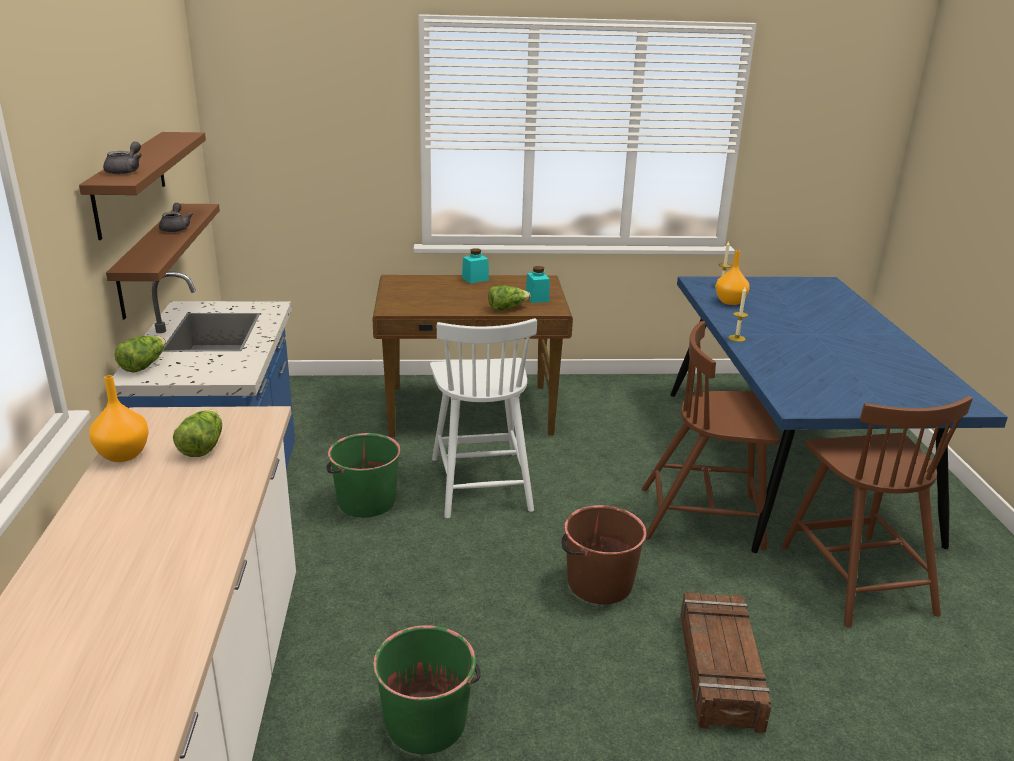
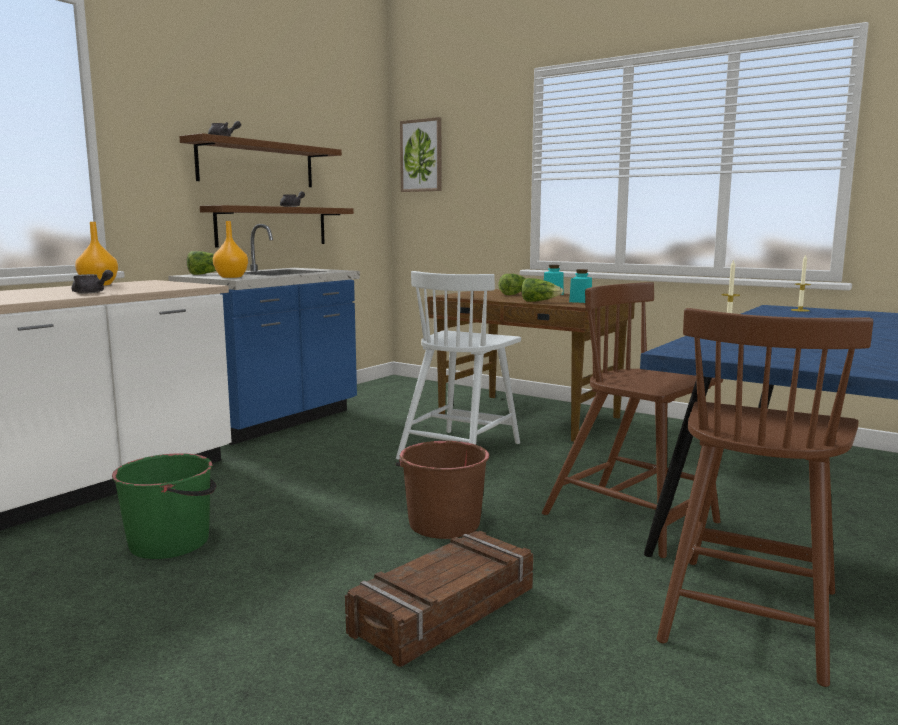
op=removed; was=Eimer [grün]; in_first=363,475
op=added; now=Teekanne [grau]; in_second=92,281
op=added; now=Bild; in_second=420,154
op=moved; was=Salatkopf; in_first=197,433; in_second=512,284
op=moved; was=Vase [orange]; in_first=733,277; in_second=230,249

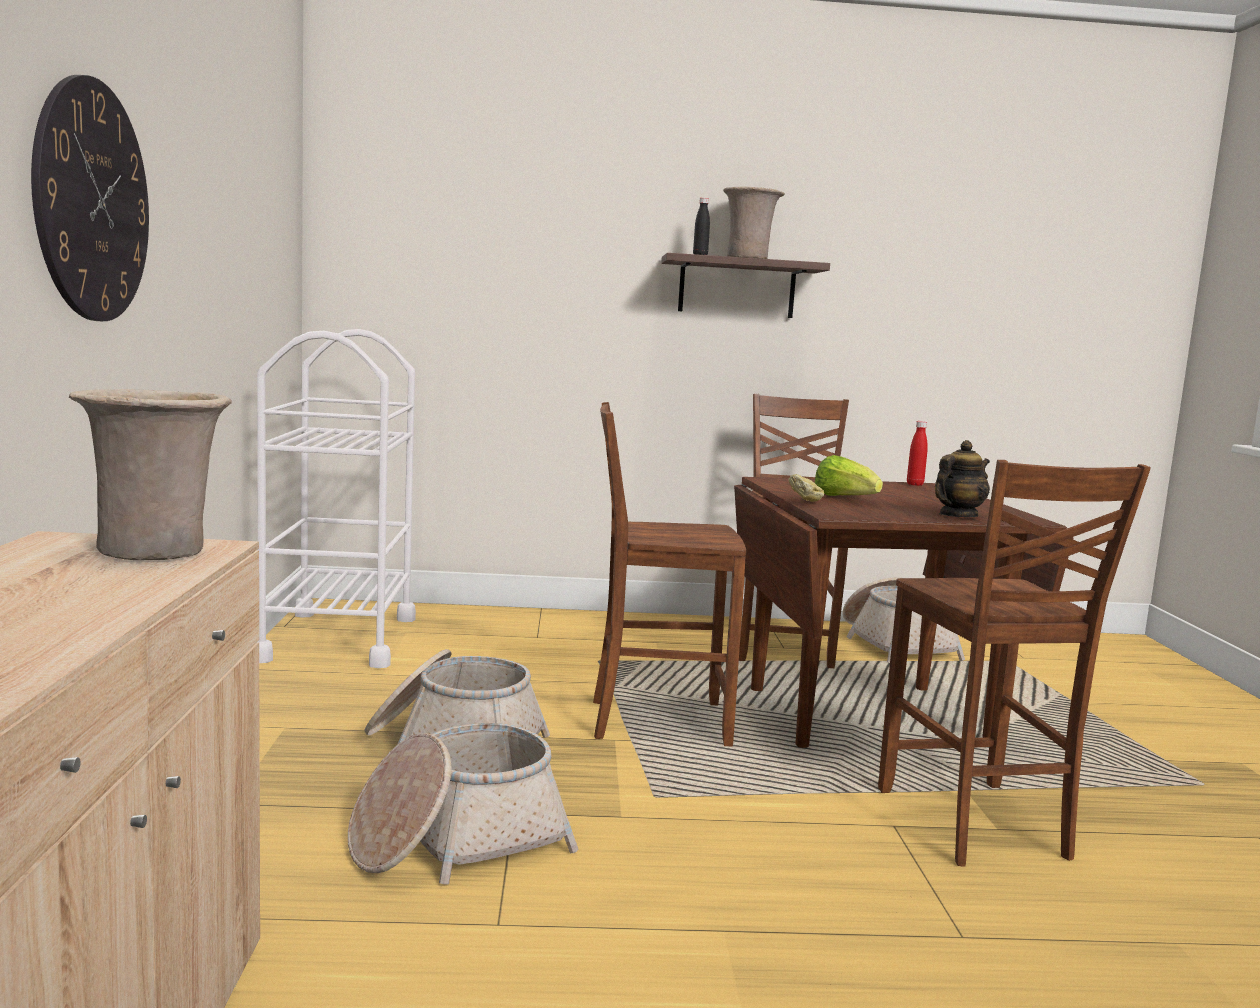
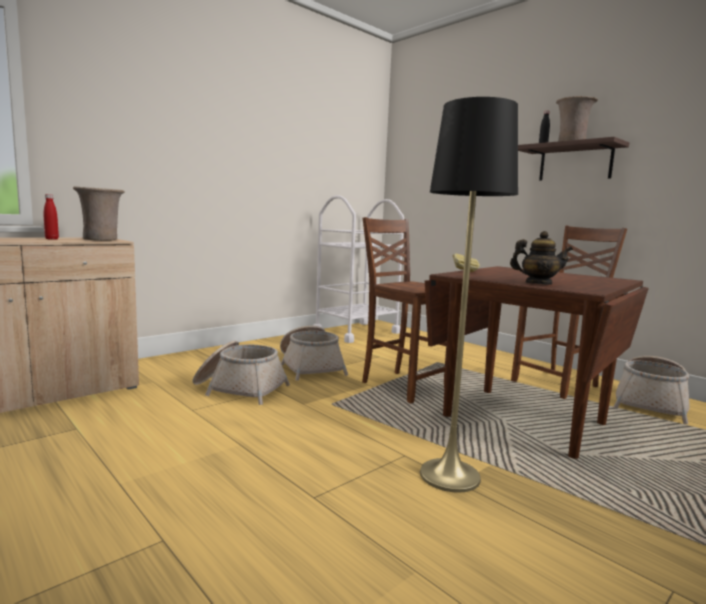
op=removed; was=Wanduhr; in_first=90,198
op=removed; was=Salatkopf; in_first=849,475
op=moved; was=Flasche [rot]; in_first=917,453; in_second=51,216
op=replaced; was=Stuhl [braun]; now=Stehlampe [schwarz]; in_first=1014,663; in_second=469,294

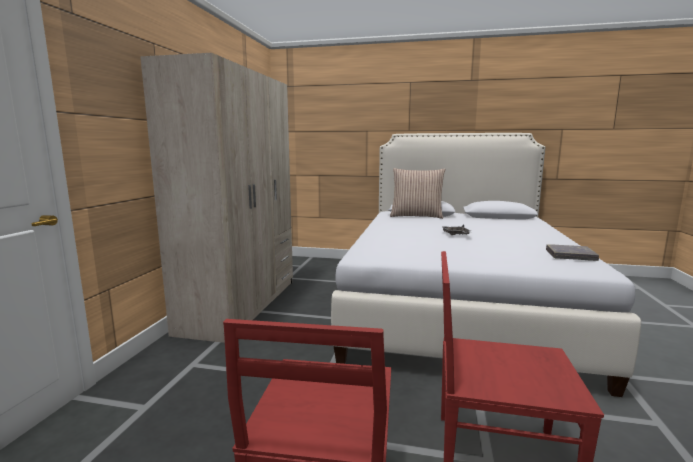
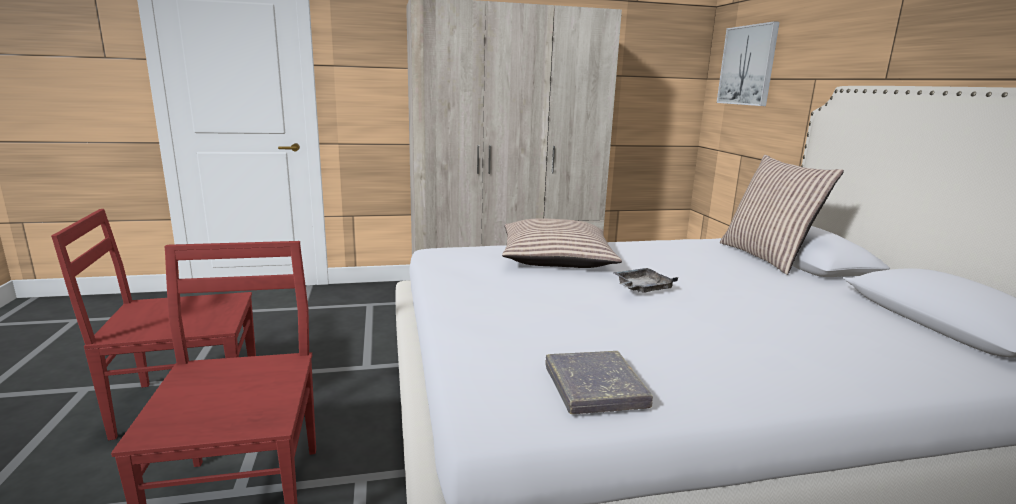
op=added; now=Kissen; in_second=562,243
op=added; now=Bild; in_second=748,63

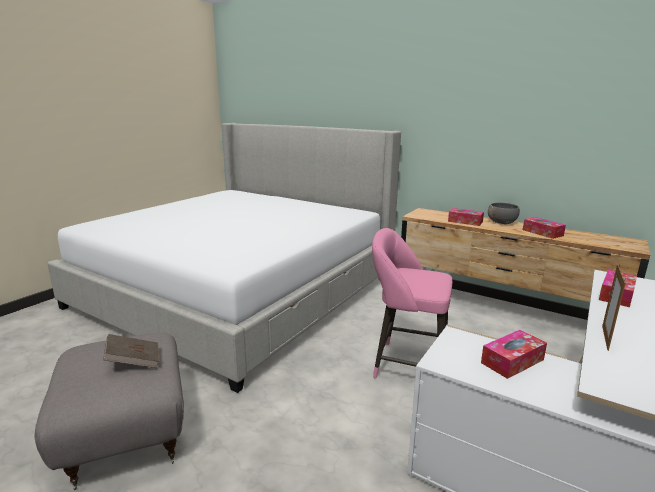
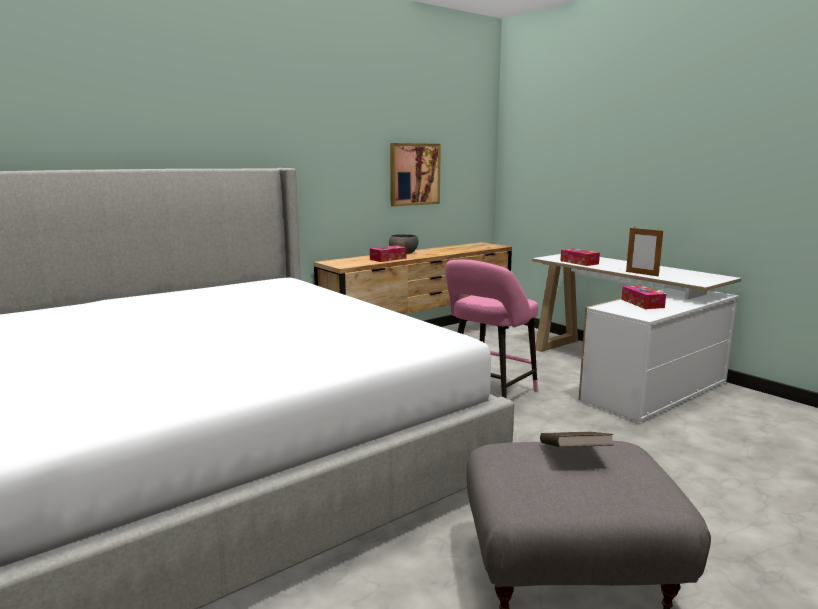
op=removed; was=Taschentuchbox; in_first=544,228
op=added; now=Bild; in_second=415,175

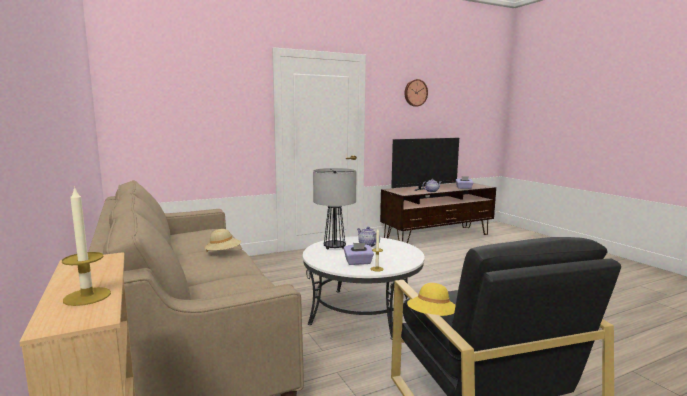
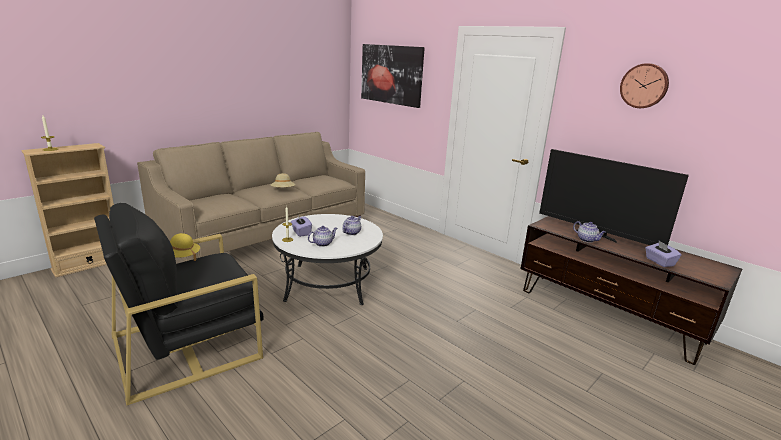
op=removed; was=Tischlampe; in_first=335,208
op=added; now=Teekanne; in_second=322,236
op=added; now=Bild; in_second=393,76

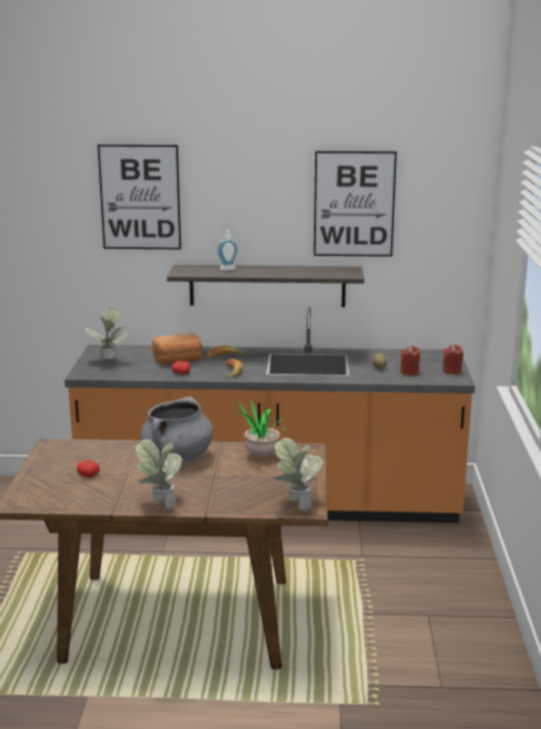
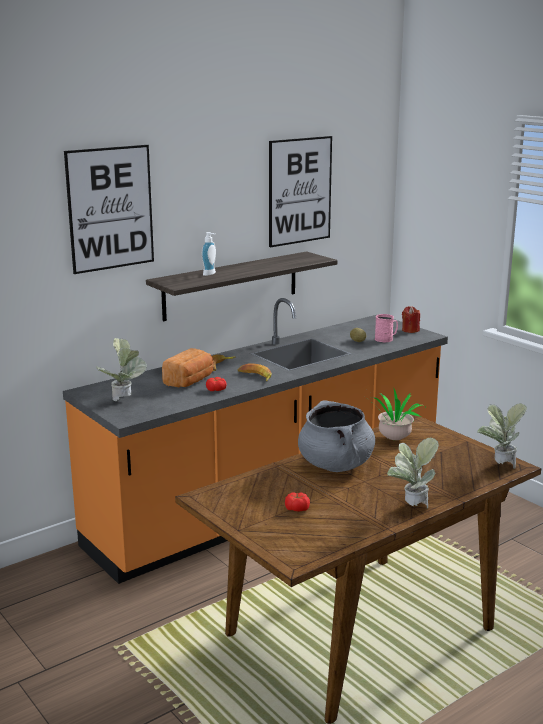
op=replaced; was=Kerze [rot]; now=Henkelbecher [rosa]; in_first=410,360; in_second=386,328

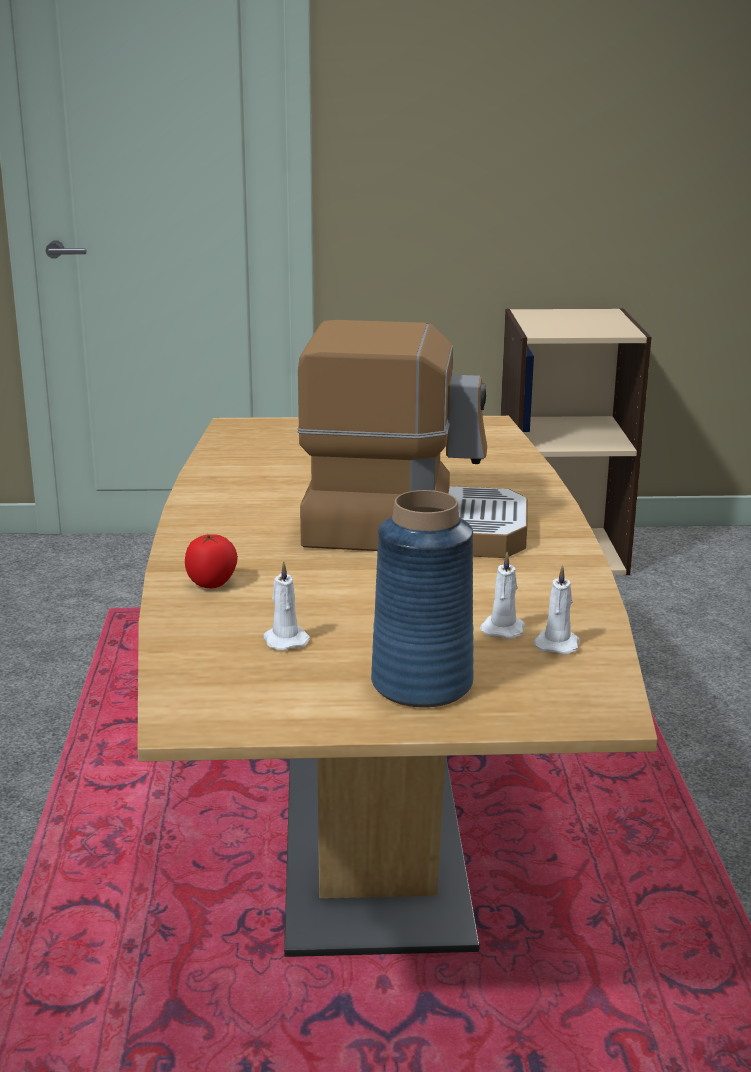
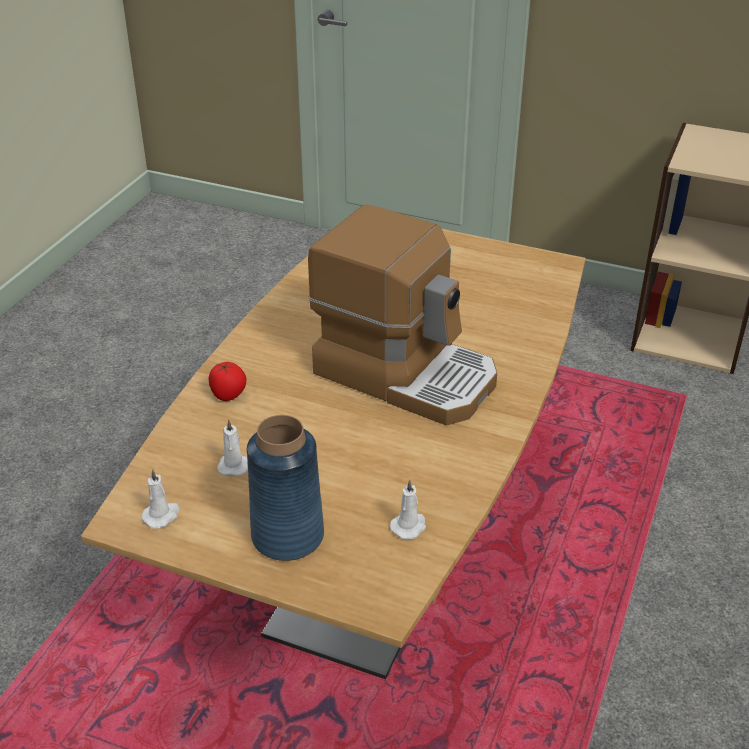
op=moved; was=Kerze [weiß]; in_first=502,595; in_second=161,499

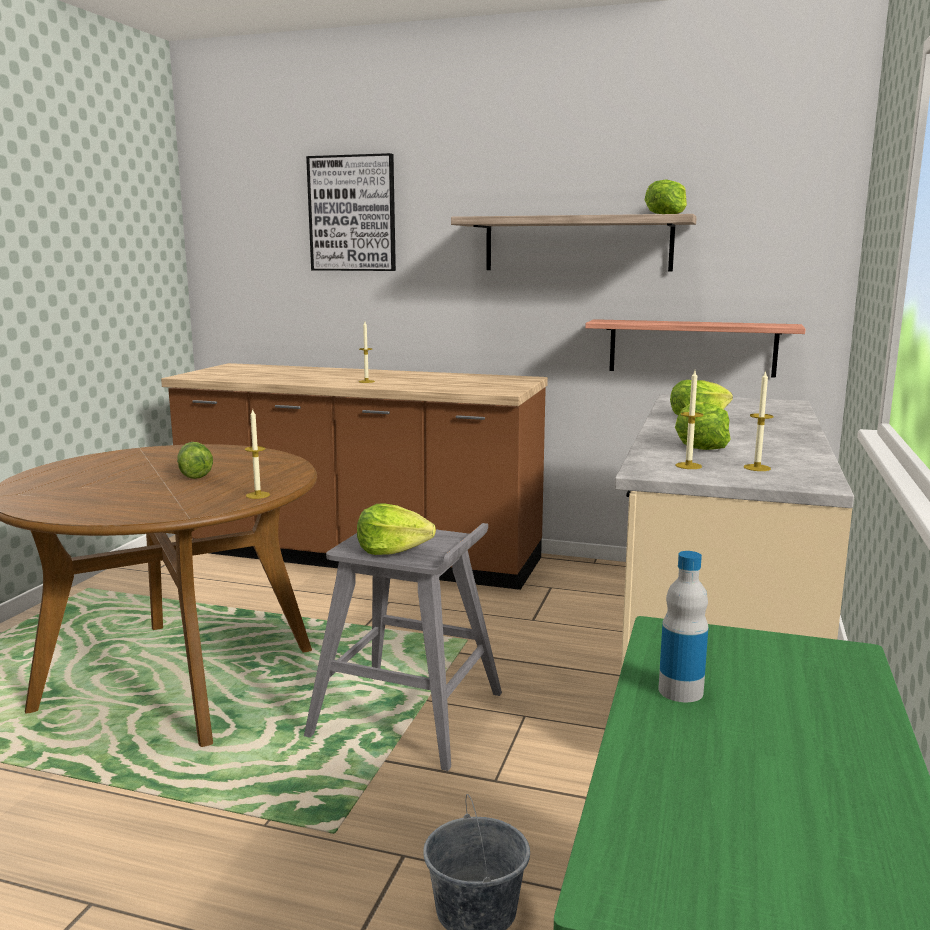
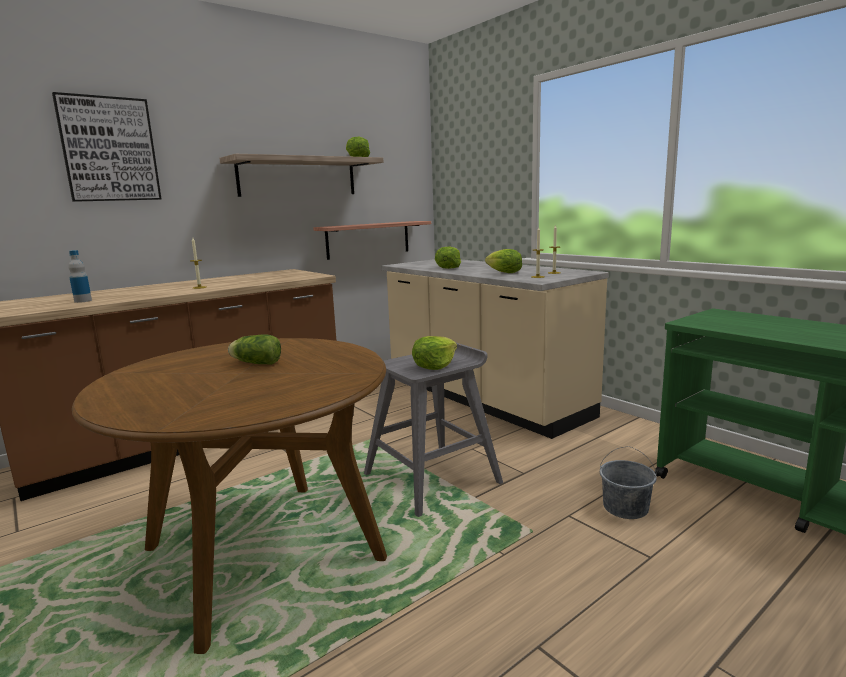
op=removed; was=Kerze; in_first=257,453
op=moved; was=Flasche; in_first=683,626; in_second=80,276

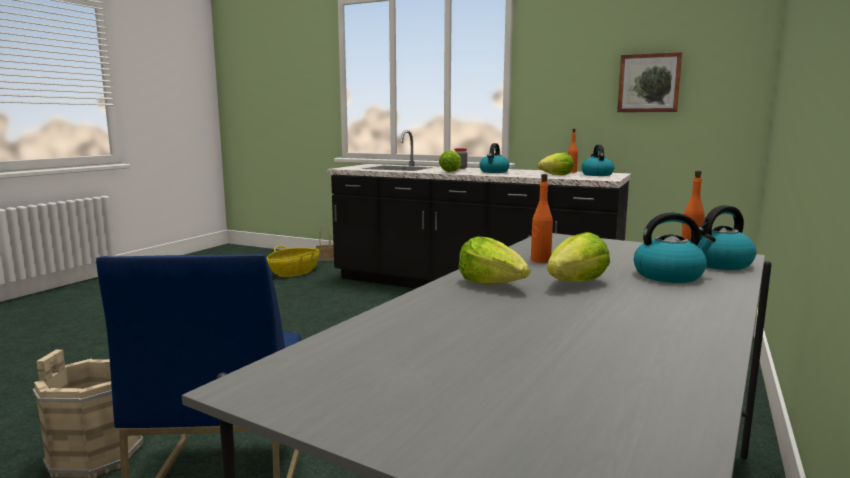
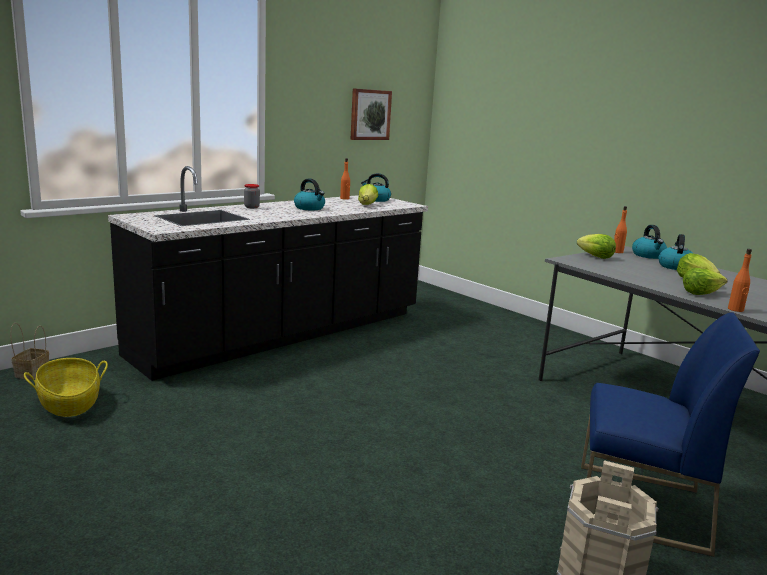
op=moved; was=Salatkopf; in_first=450,161; in_second=596,246
op=moved; was=Flasche [orange]; in_first=542,218; in_second=740,280

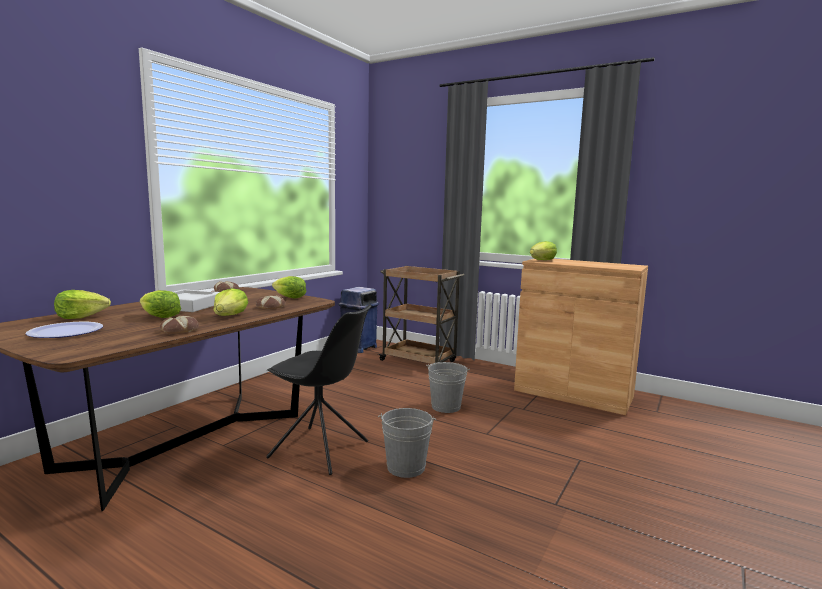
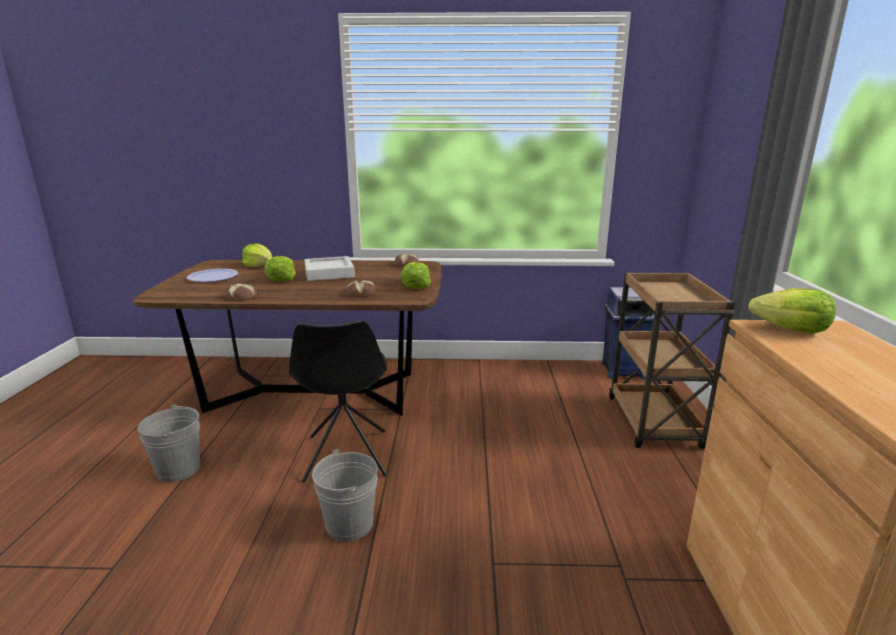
op=removed; was=Salatkopf; in_first=231,302
op=moved; was=Eimer [grau]; in_first=448,387; in_second=169,443

